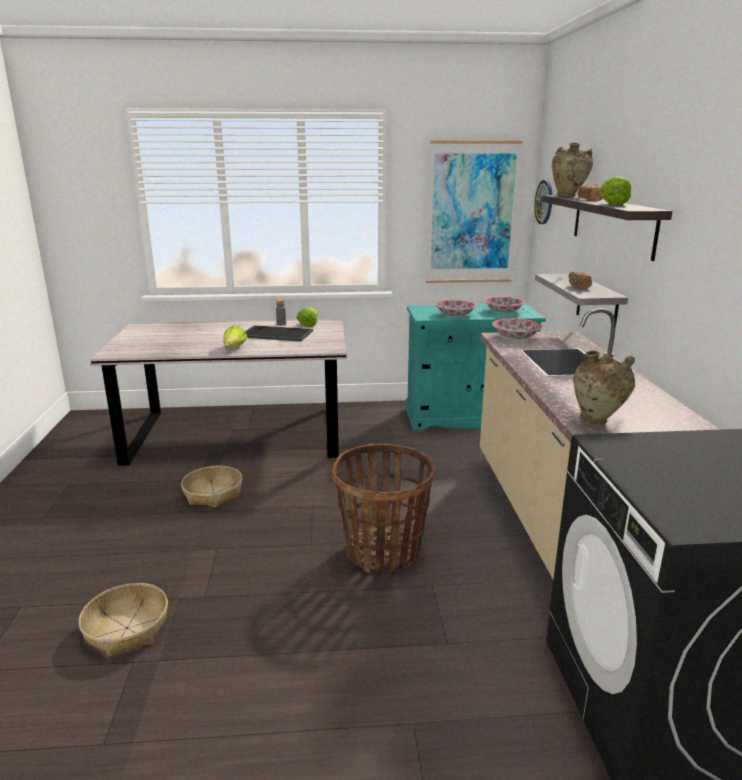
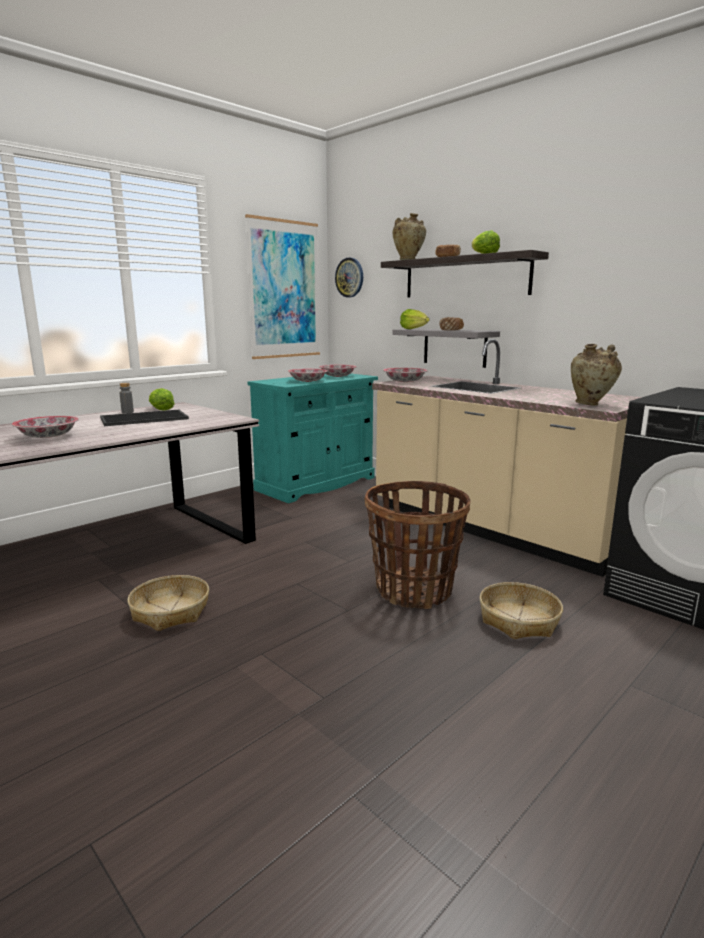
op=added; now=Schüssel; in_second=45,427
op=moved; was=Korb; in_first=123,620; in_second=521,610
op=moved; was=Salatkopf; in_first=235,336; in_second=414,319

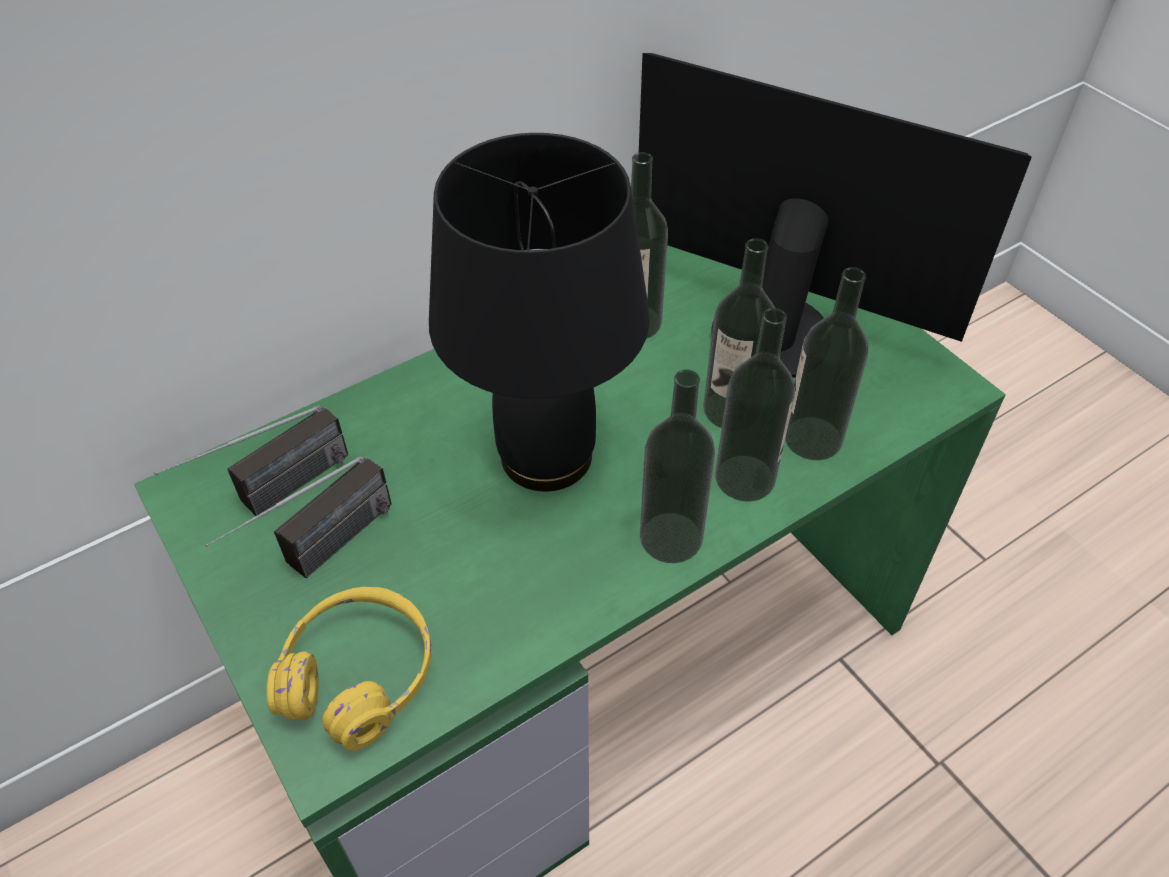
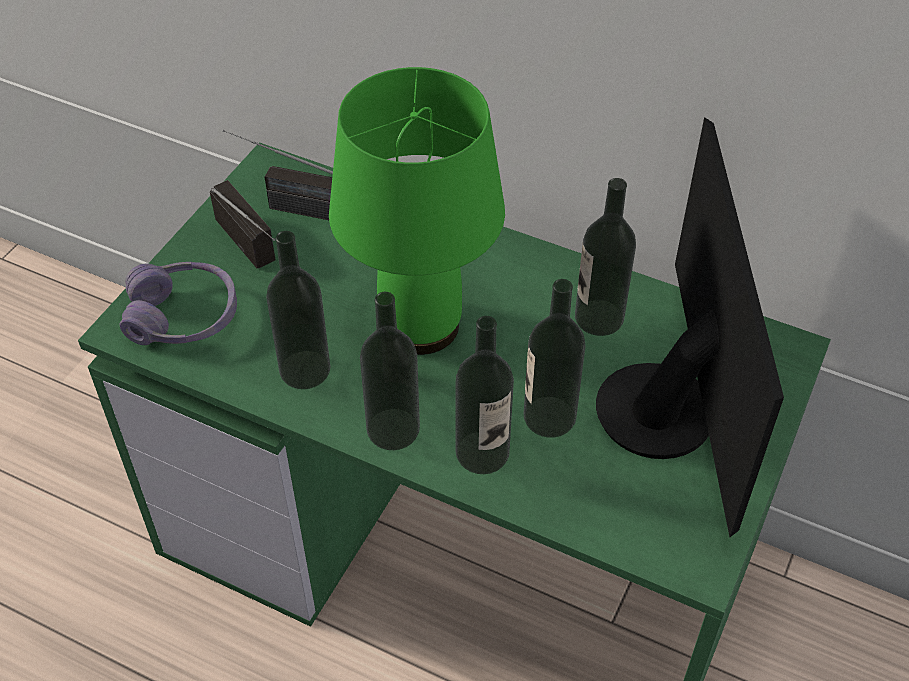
op=moved; was=Flasche; in_first=827,363; in_second=298,310
op=recoloured; was=Kopfhörer [gelb]; now=Kopfhörer [lila]; in_first=349,669; in_second=178,303
op=recoloured; was=Tischlampe [schwarz]; now=Tischlampe [grün]; in_first=539,312; in_second=417,211
op=turned; was=Radio; in_first=298,517; in_second=242,224; clockwise=-135

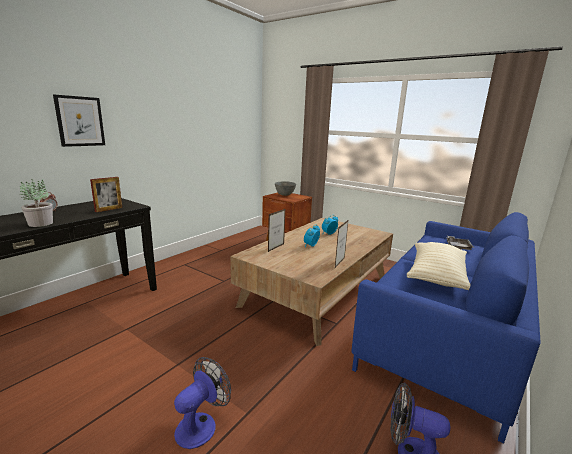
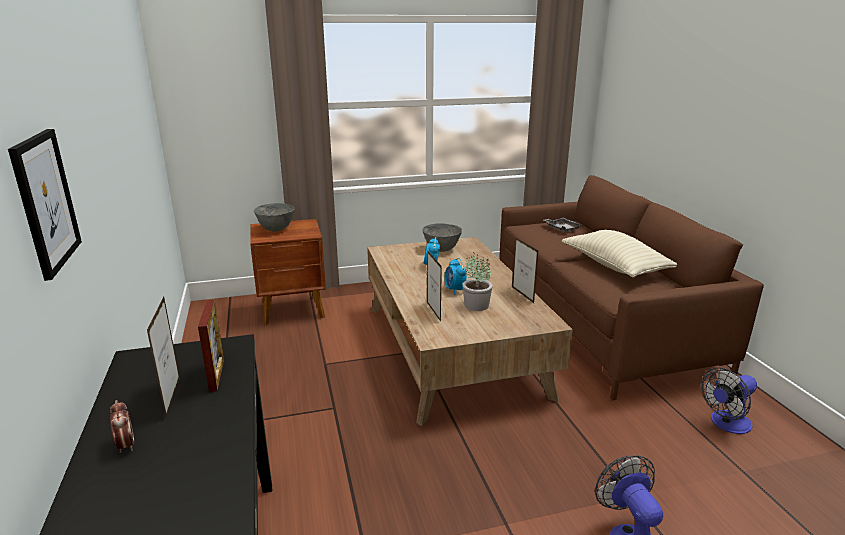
op=added; now=Bilderrahmen; in_second=163,357
op=added; now=Schüssel [grau]; in_second=442,237
op=moved; was=Topfpflanze; in_first=36,203; in_second=477,281
op=recoloured; was=Sofa [blau]; now=Sofa [braun]; in_first=446,328; in_second=631,287

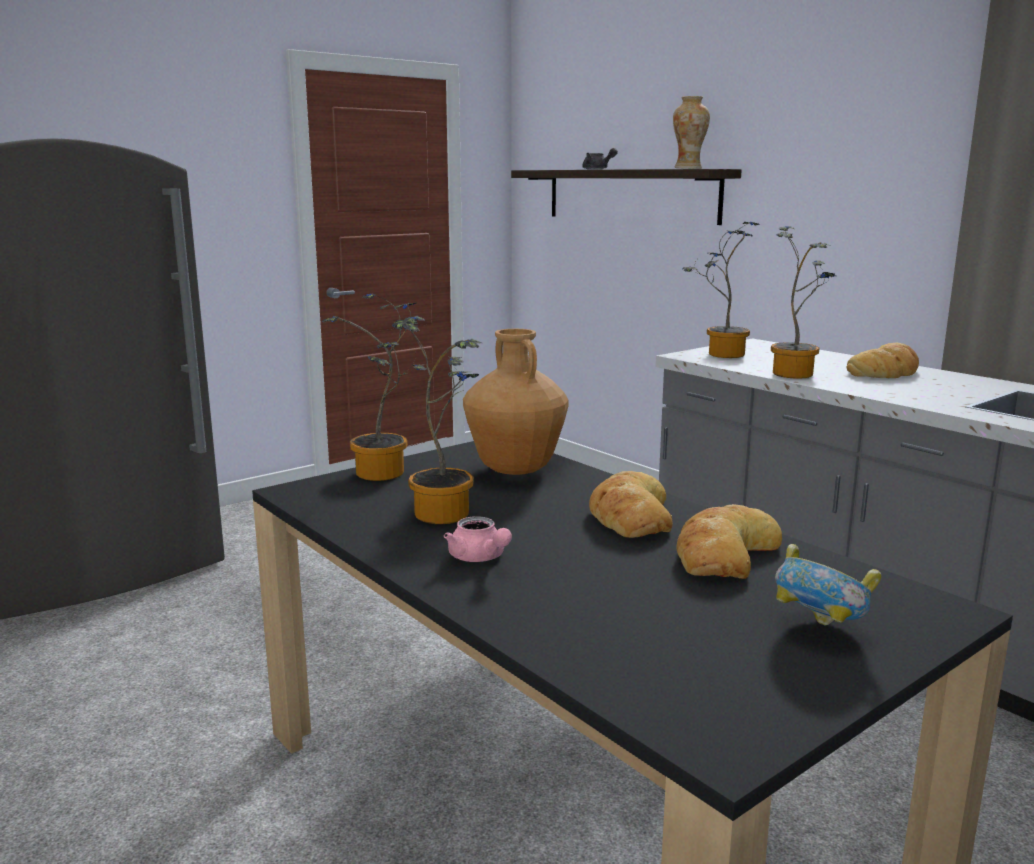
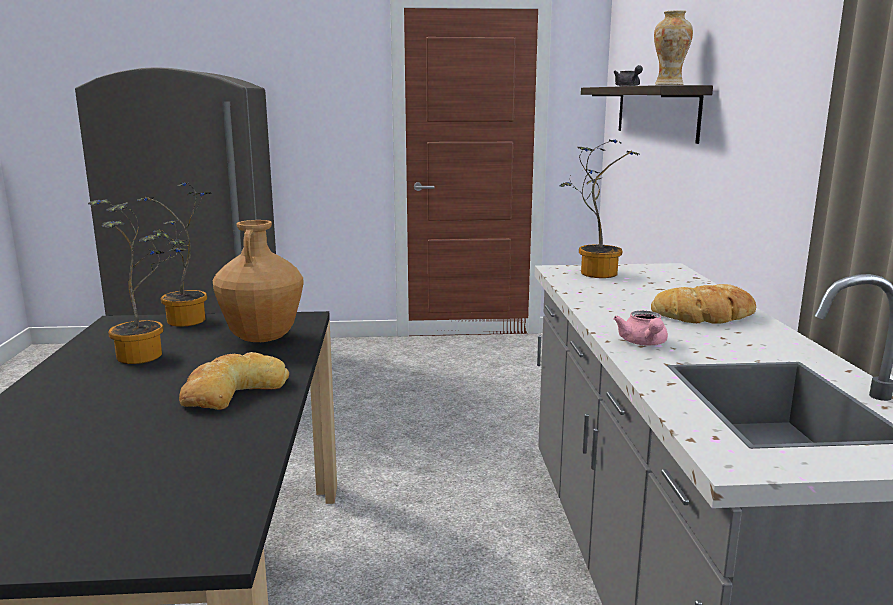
op=removed; was=Brot; in_first=729,541
op=removed; was=Topfpflanze; in_first=803,302
op=removed; was=Schüssel; in_first=828,584
op=moved; was=Teekanne [rosa]; in_first=478,539; in_second=641,327

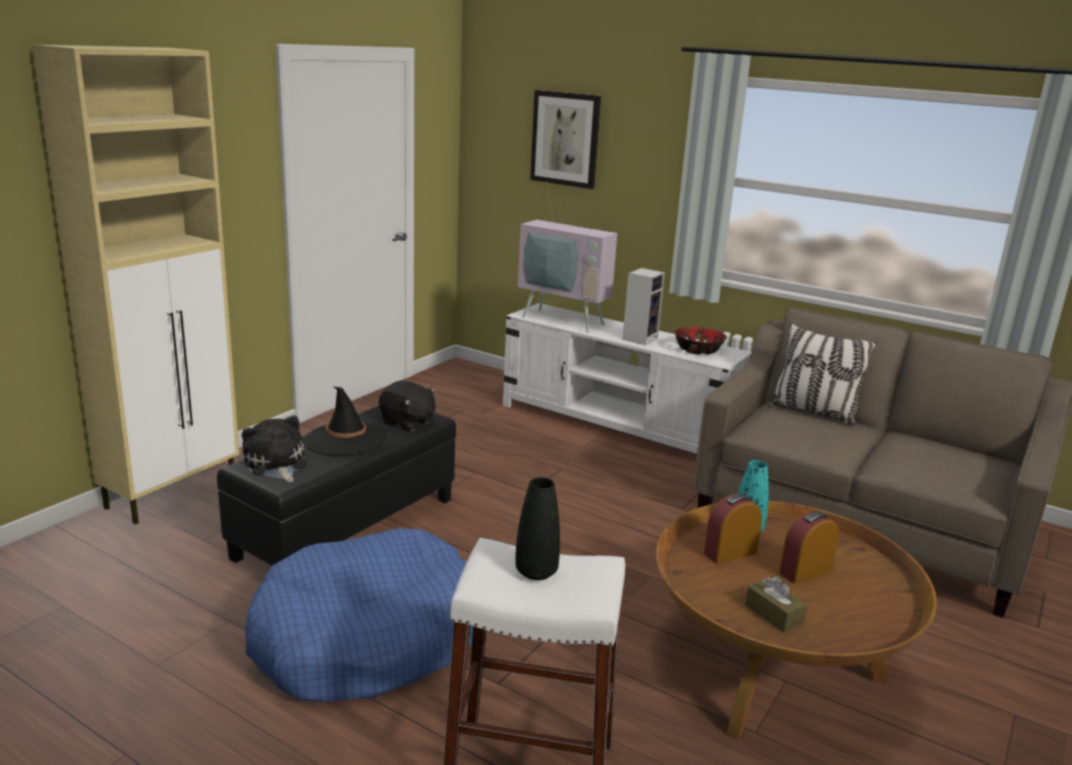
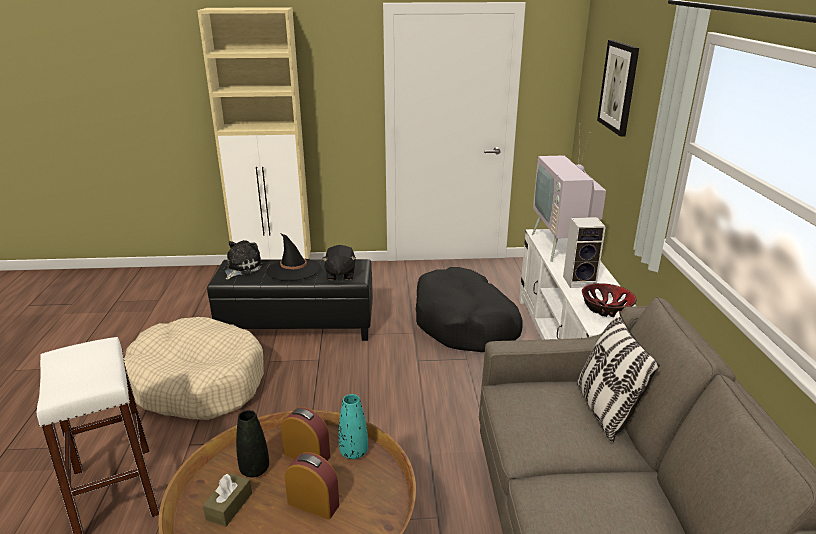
op=added; now=Hundebett [schwarz]; in_second=469,309
op=moved; was=Vase [schwarz]; in_first=537,528; in_second=252,443
op=recoloured; was=Hundebett [blau]; now=Hundebett [beige]; in_first=359,615; in_second=193,368

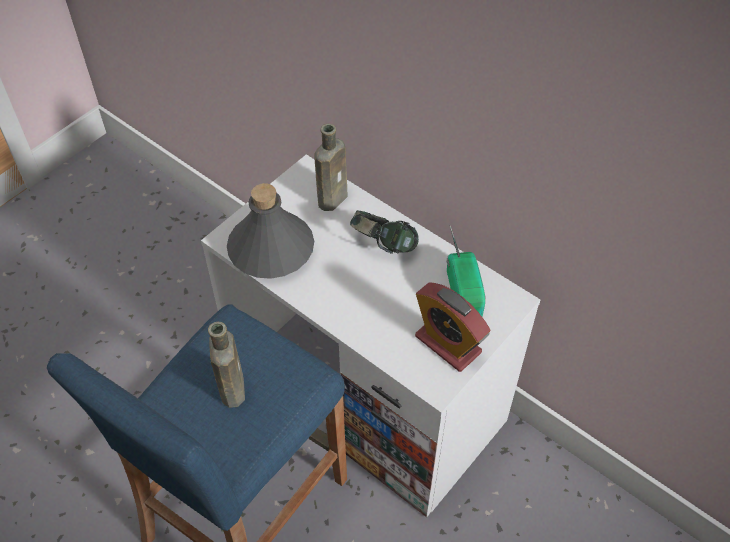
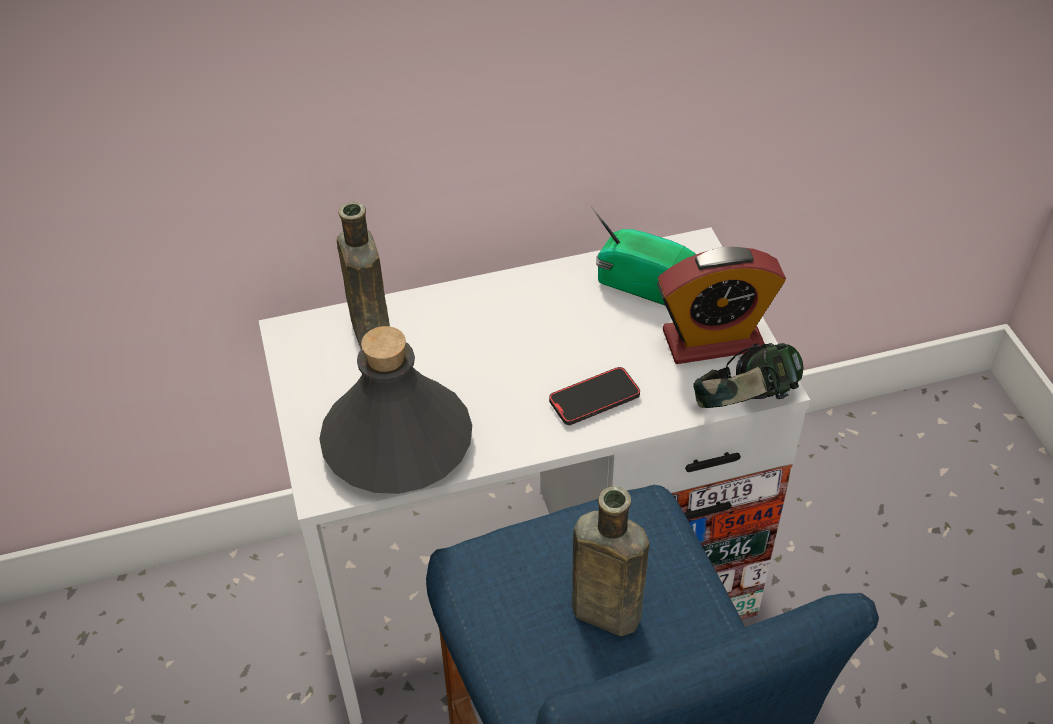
op=added; now=Handy; in_second=594,396
op=moved; was=Kopfhörer; in_first=384,232; in_second=748,375

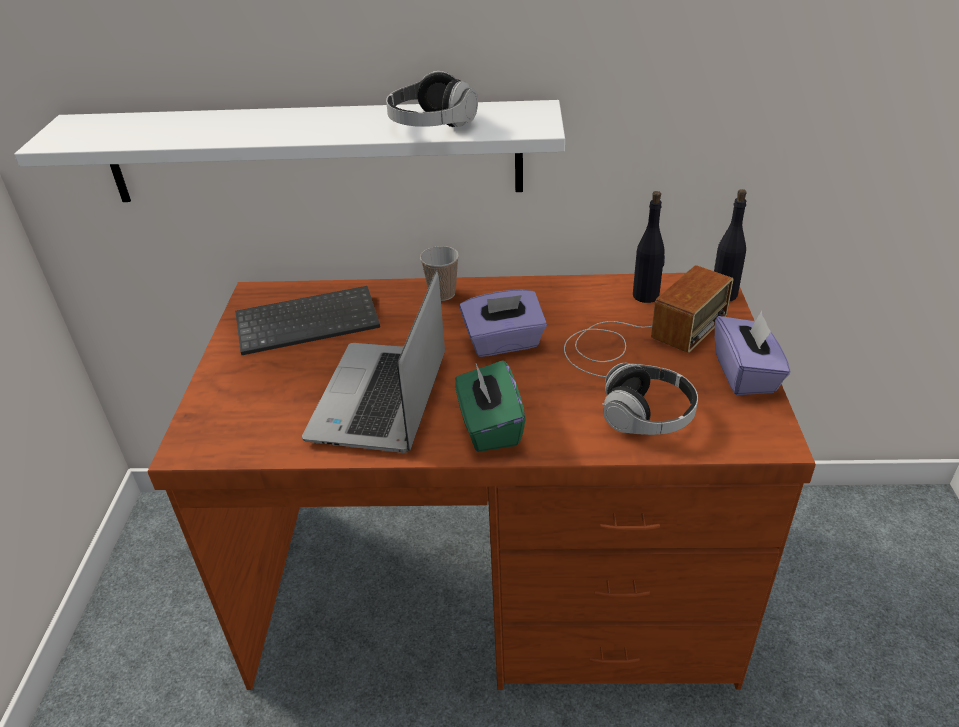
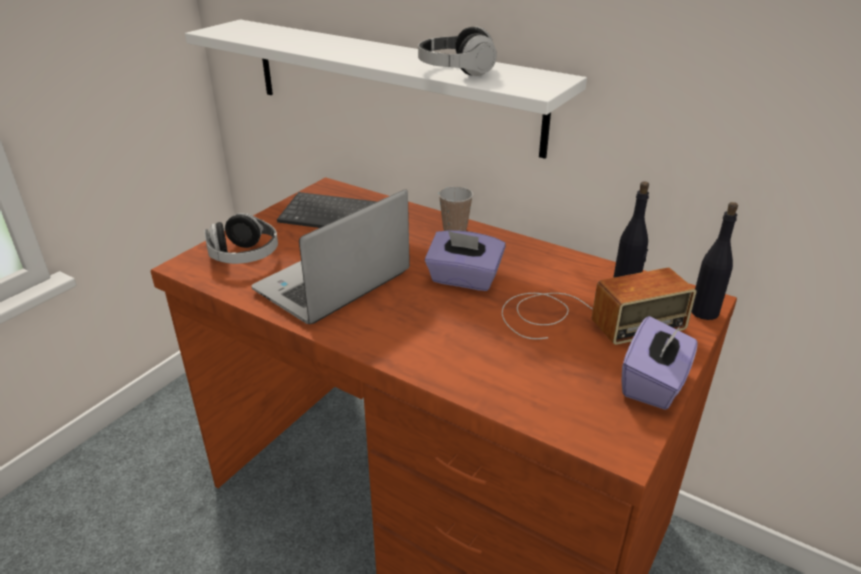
op=removed; was=Taschentuchbox [grün]; in_first=490,406
op=moved; was=Kopfhörer; in_first=650,399; in_second=241,238

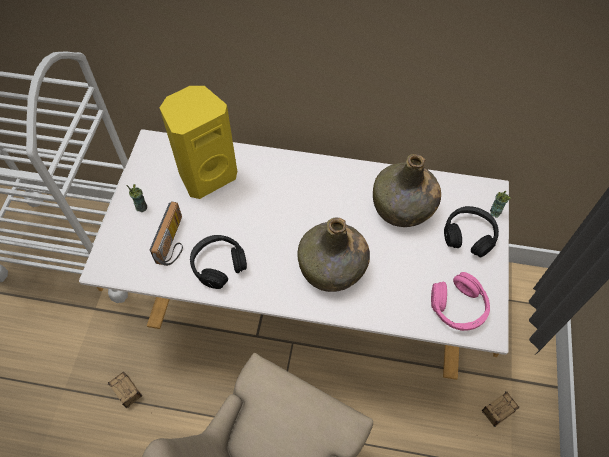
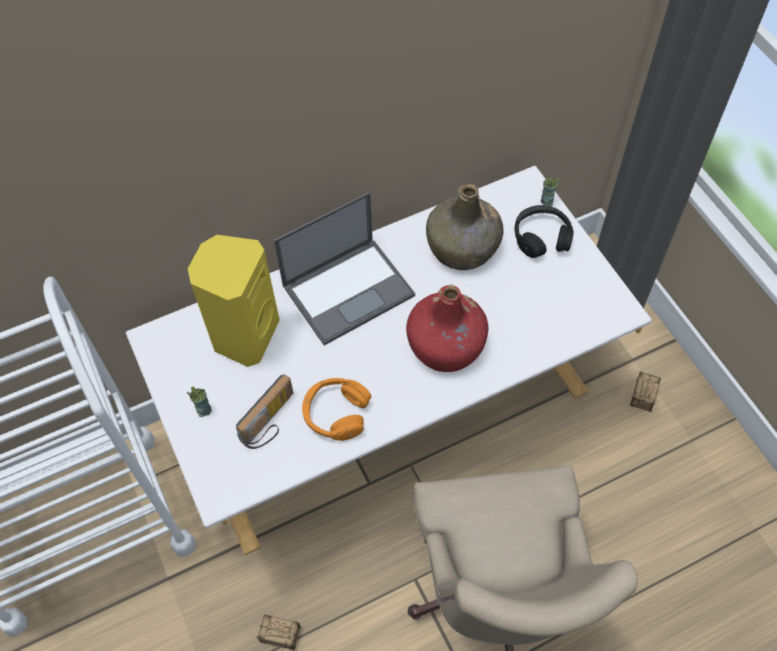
op=removed; was=Kopfhörer [rosa]; in_first=460,301
op=added; now=Laptop; in_second=344,268
op=recoloured; was=Kopfhörer [schwarz]; now=Kopfhörer [orange]; in_first=218,262; in_second=336,409
op=recoloured; was=Flasche [grün]; now=Flasche [rot]; in_first=333,254; in_second=447,328
op=turned; was=Radio; in_first=166,233; in_second=265,411; clockwise=60

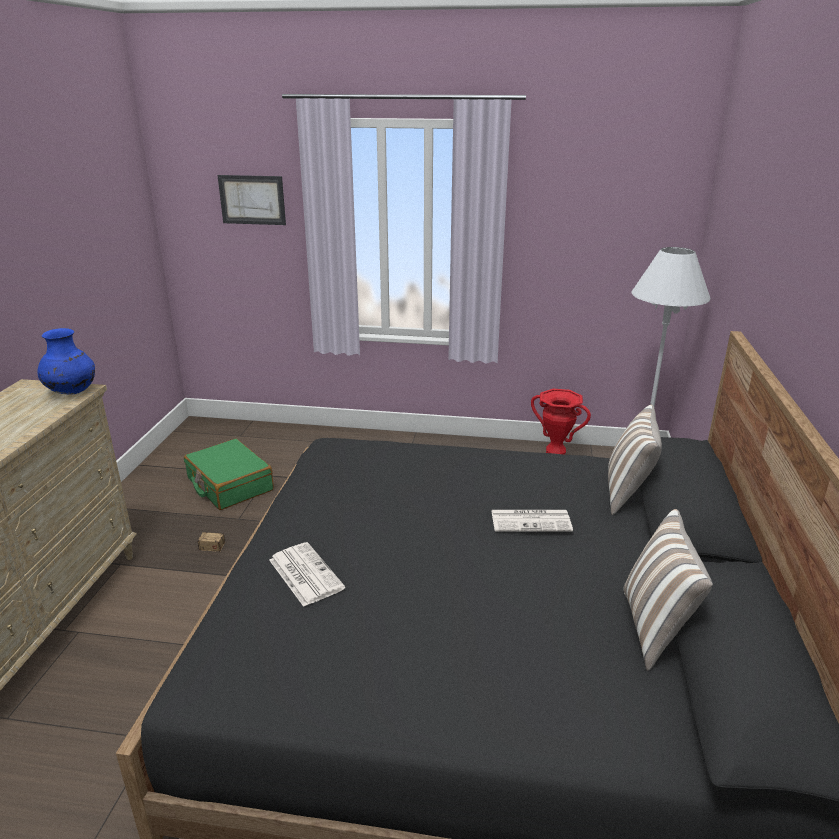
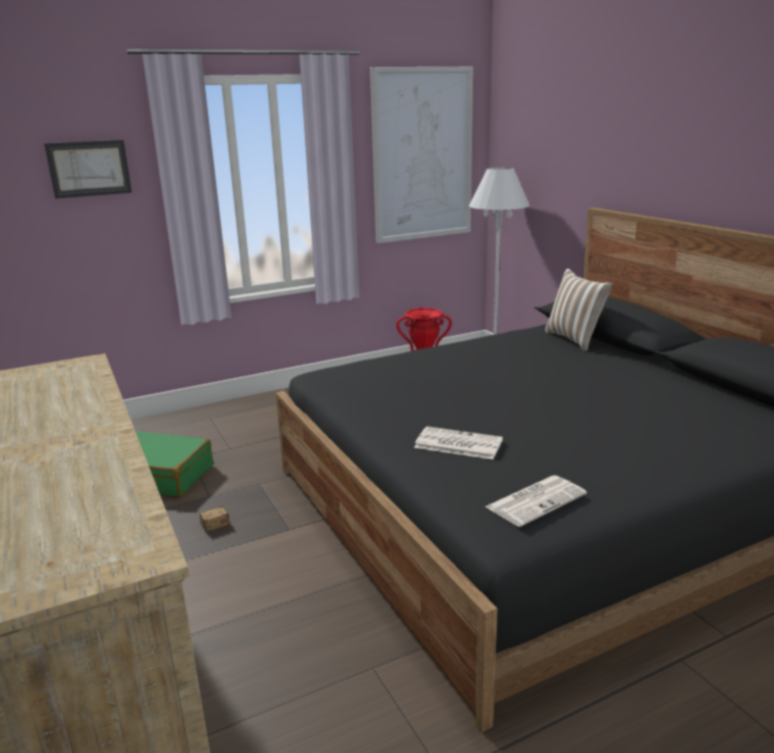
op=removed; was=Vase [blau]; in_first=66,361
op=removed; was=Kissen; in_first=668,590
op=added; now=Bild; in_second=421,155
op=moved; was=Zeitung; in_first=532,521; in_second=536,501

